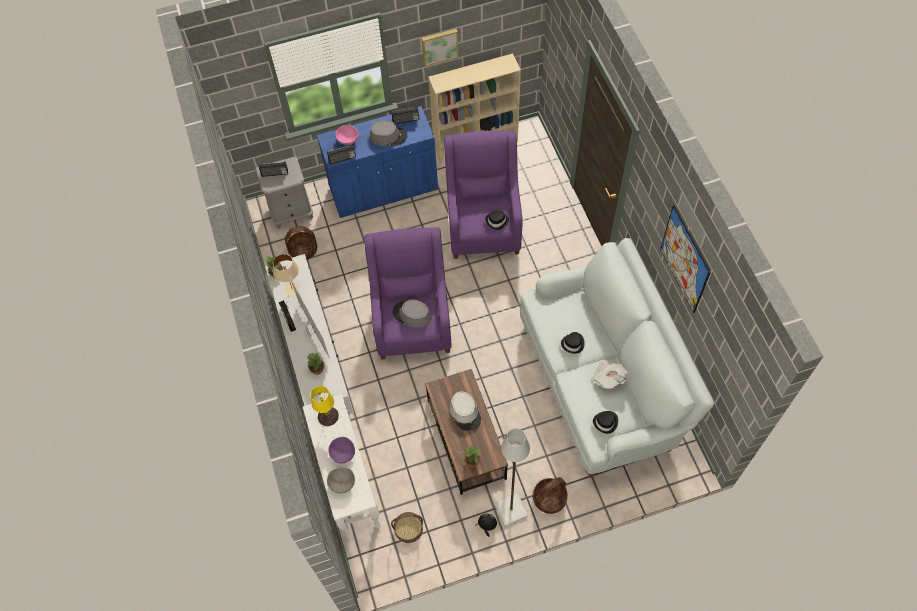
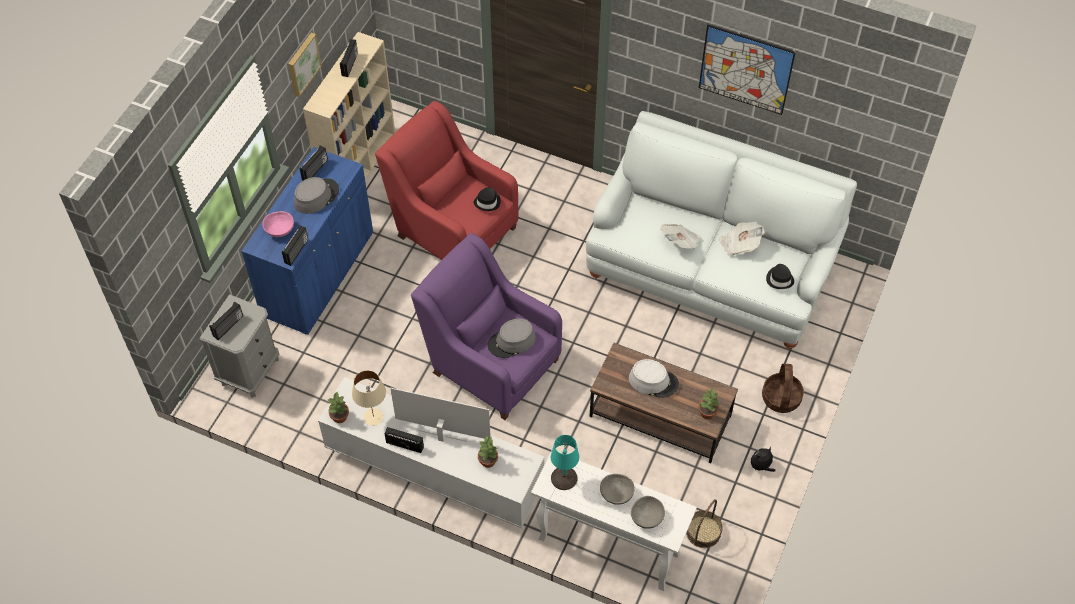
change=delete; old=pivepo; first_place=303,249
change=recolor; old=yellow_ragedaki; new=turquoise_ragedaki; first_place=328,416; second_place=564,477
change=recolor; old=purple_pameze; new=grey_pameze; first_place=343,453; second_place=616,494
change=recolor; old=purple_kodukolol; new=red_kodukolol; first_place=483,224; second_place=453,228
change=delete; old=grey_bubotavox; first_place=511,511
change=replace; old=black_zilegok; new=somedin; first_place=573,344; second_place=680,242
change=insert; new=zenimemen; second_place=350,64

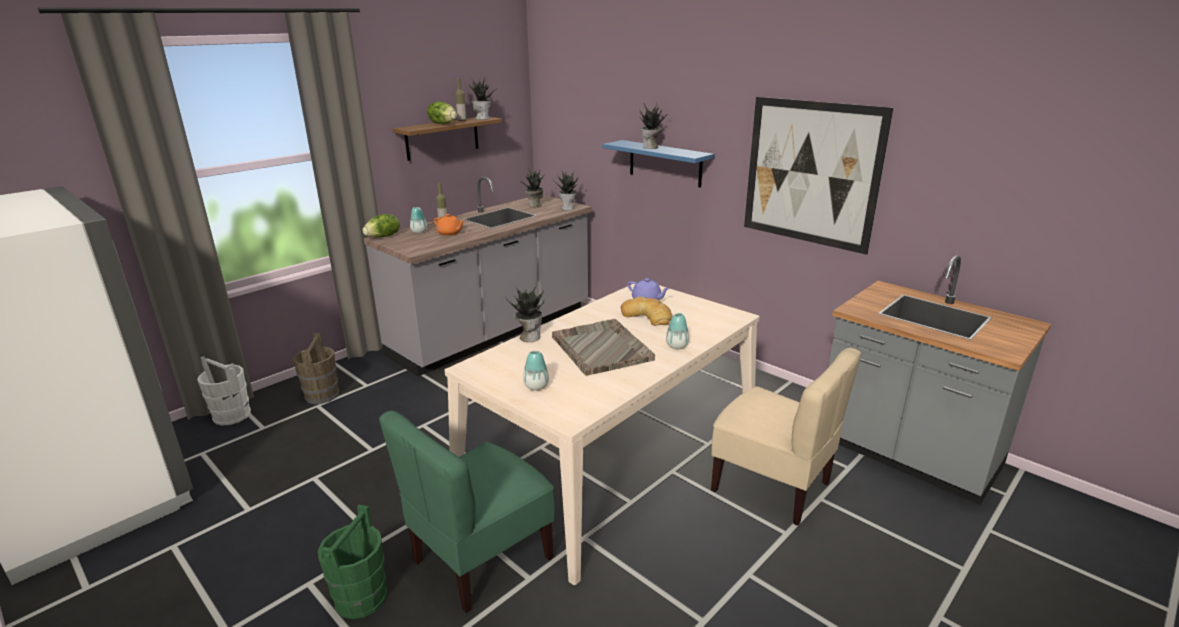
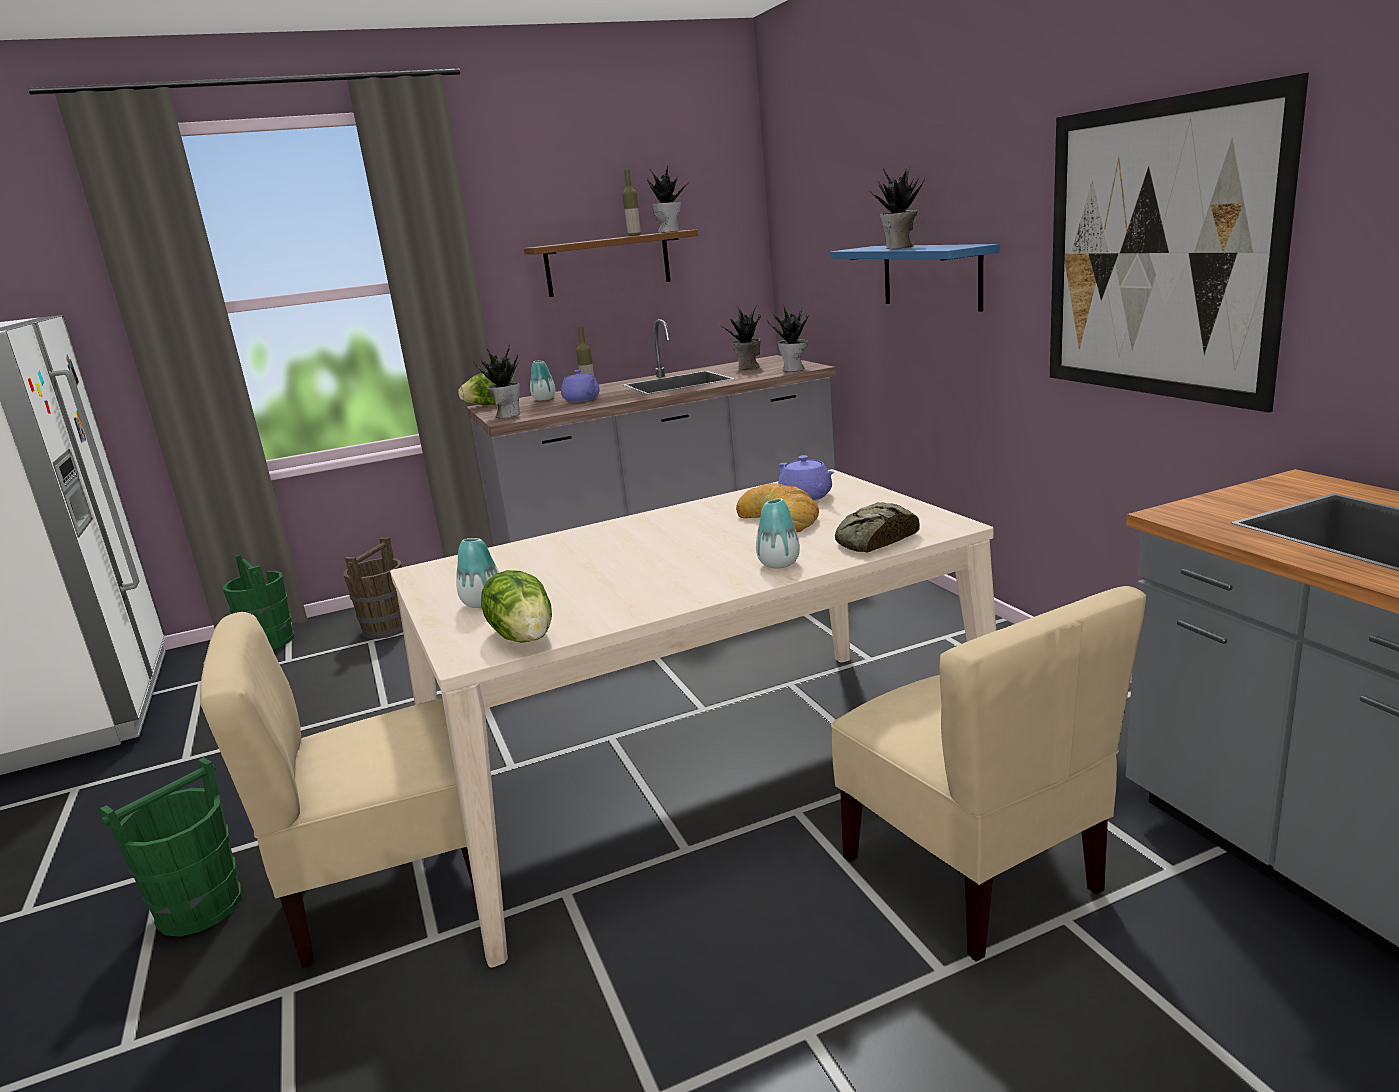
change=recolor; old=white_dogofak; new=green_dogofak; first_place=232,415; second_place=269,641
change=recolor; old=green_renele; new=beige_renele; first_place=481,559; second_place=392,890
change=move; old=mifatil; first_place=443,123; second_place=524,636
change=recolor; old=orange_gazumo; new=purple_gazumo; first_place=450,233; second_place=582,400
change=move; old=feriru; first_place=529,337; second_place=508,415
change=delete; old=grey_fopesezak; first_place=601,348
change=insert; new=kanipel; second_place=874,540

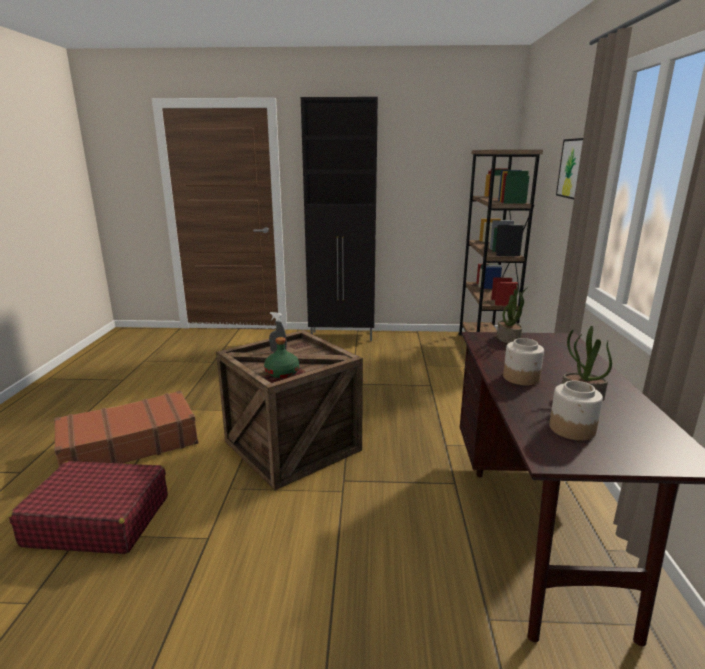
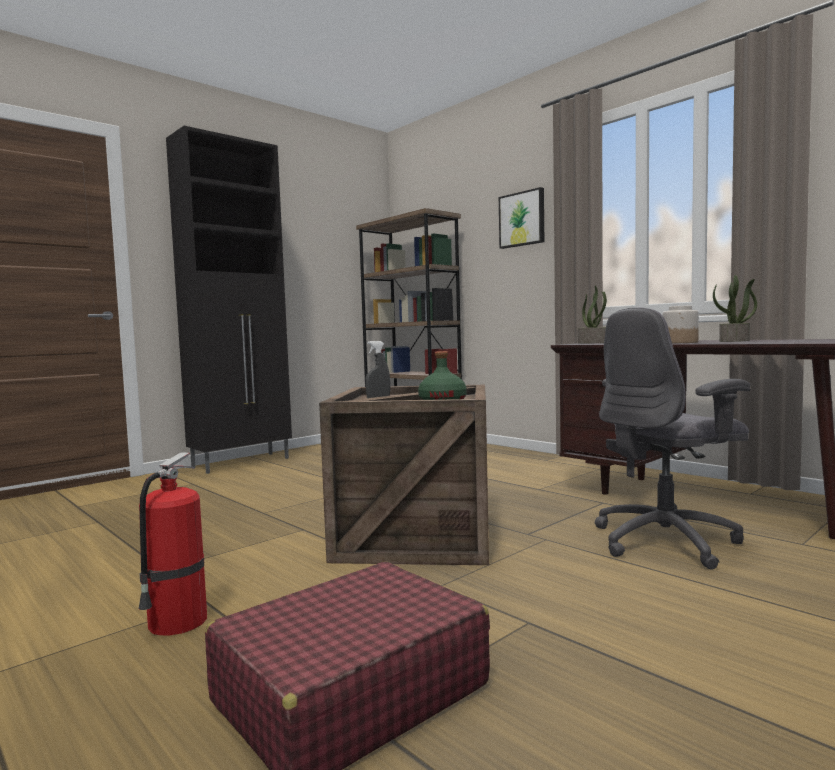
change=replace; old=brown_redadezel; new=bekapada; first_place=129,444; second_place=176,623
change=delete; old=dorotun; first_place=572,429
change=insert; new=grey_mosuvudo; second_place=667,542

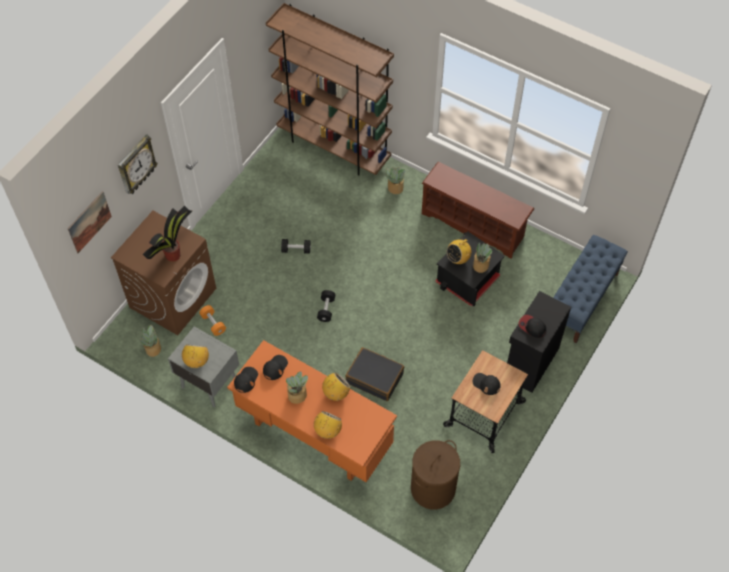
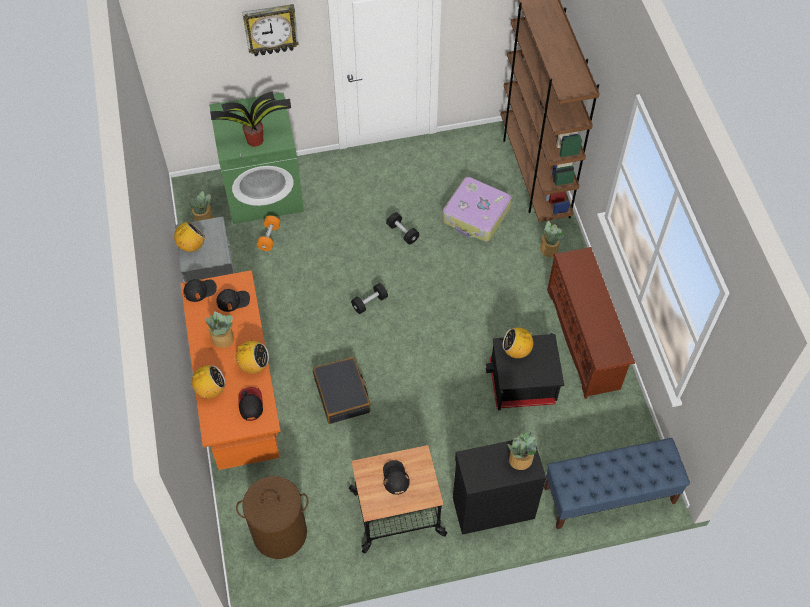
change=delete; old=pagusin; first_place=89,222
change=recolor; old=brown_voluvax; new=green_voluvax; first_place=173,297; second_place=264,191
change=move; old=feriru; first_place=480,266; second_place=520,459
change=move; old=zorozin; first_place=532,327; second_place=250,404
change=insert; new=redadezel; second_place=476,216

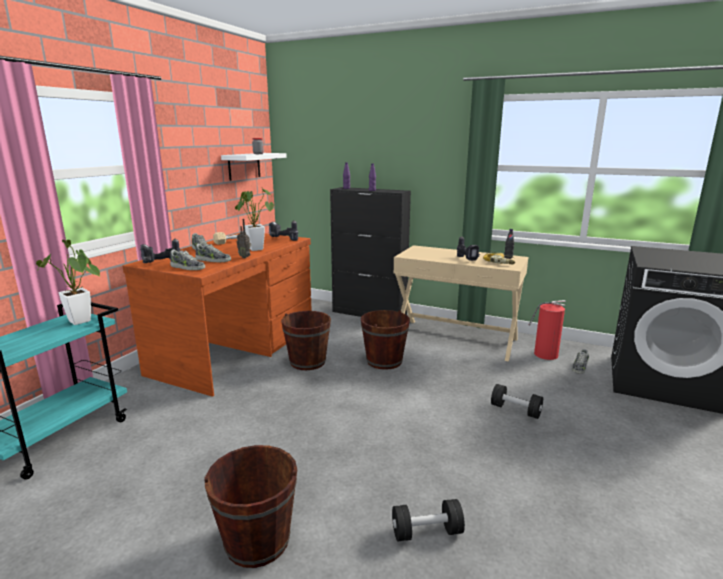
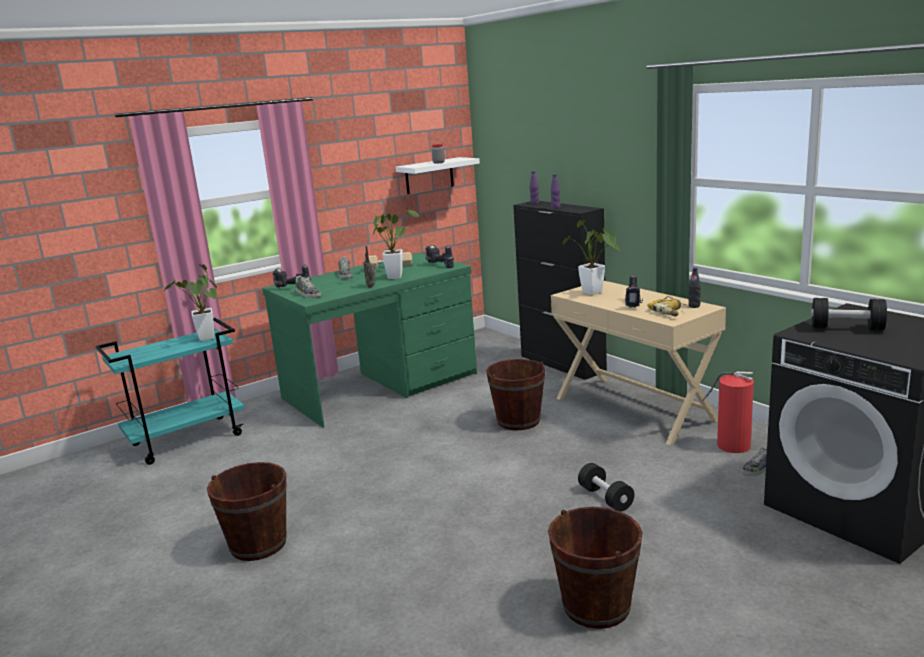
change=recolor; old=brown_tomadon; new=green_tomadon; first_place=236,350; second_place=382,386
change=delete; old=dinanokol; first_place=213,260
change=move; old=brown_dogofak; first_place=307,362; second_place=596,606
change=move; old=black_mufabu; first_place=426,532; second_place=846,328
change=insert; new=feriru; second_place=595,293

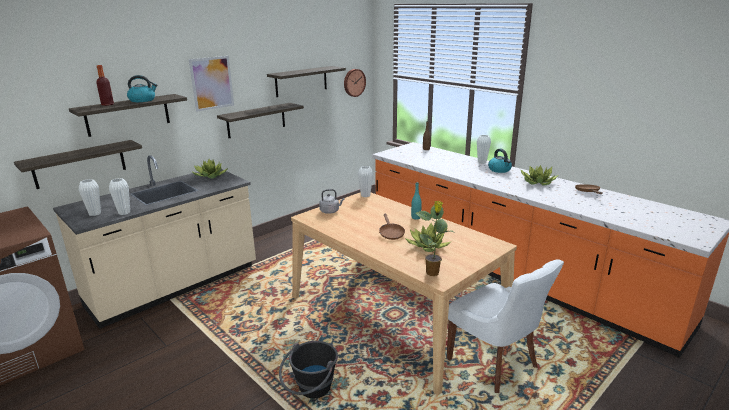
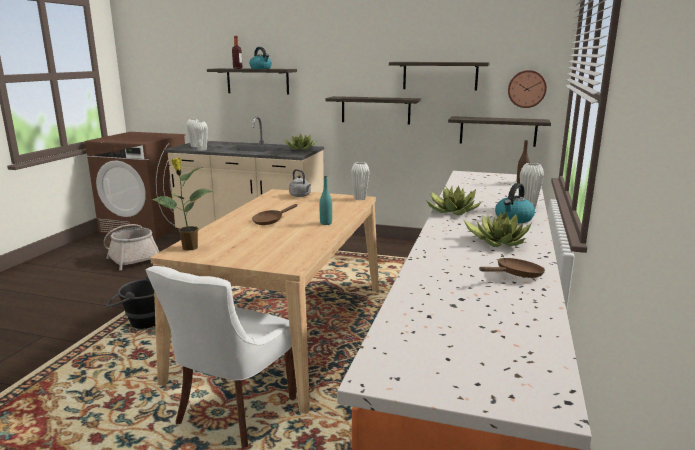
change=move; old=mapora; first_place=79,164; second_place=498,131
change=delete; old=pagusin; first_place=212,83
change=move; old=feriru; first_place=427,247; second_place=451,211
change=insert; new=pivepo; second_place=132,257

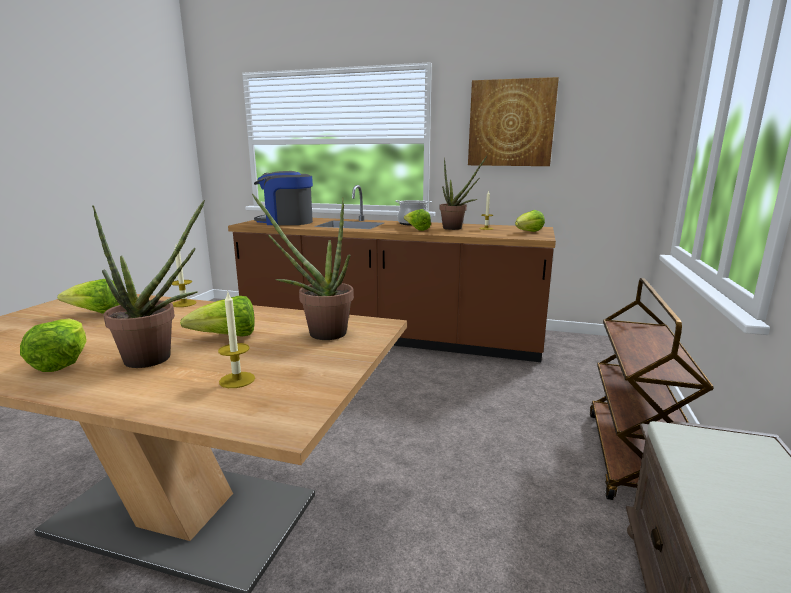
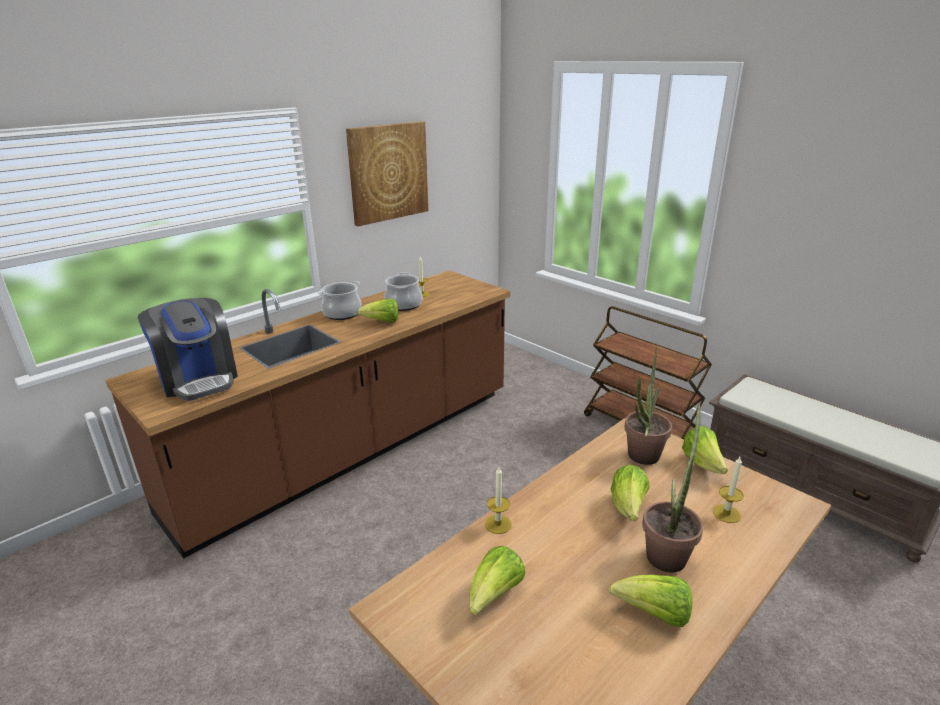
change=rotate; old=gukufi; first_place=286,222; second_place=199,379; degrees=-75
change=replace; old=feriru; new=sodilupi; first_place=456,228; second_place=404,305
change=move; old=mifatil; first_place=528,232; second_place=703,464

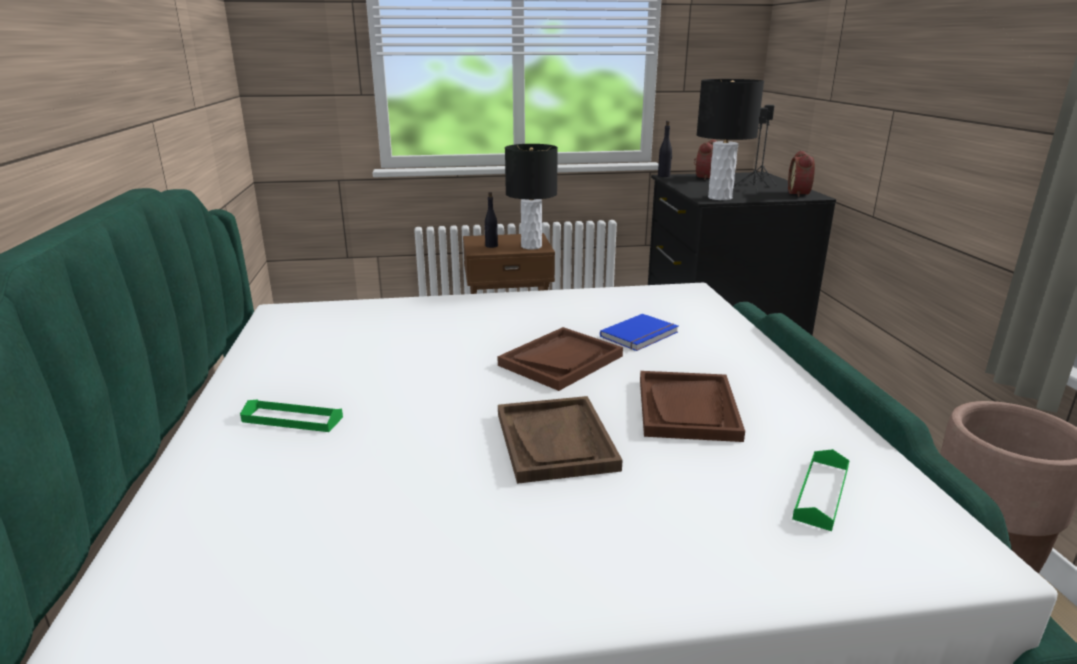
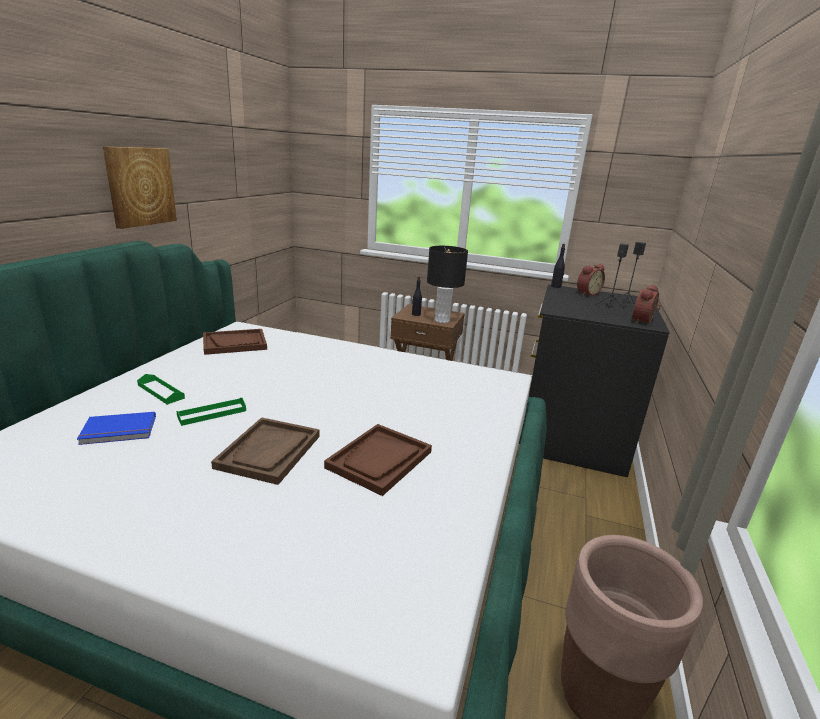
change=move; old=brown_fopesezak; first_place=561,360; second_place=235,343
change=move; old=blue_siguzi; first_place=641,335; second_place=119,431
change=delete; old=black_ragedaki; first_place=720,198
change=move; old=green_fopesezak; first_place=821,493; second_place=212,413
change=insert; new=pagusin; second_place=140,186

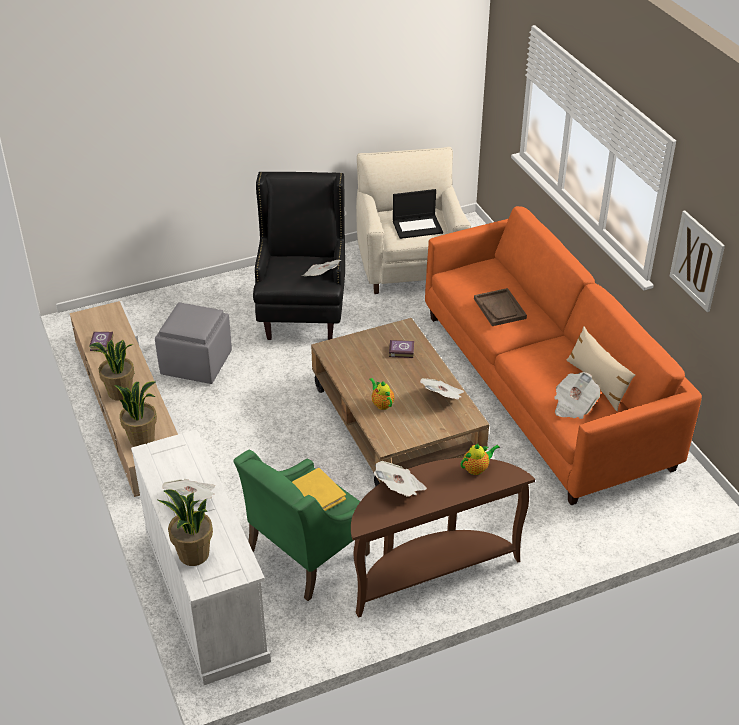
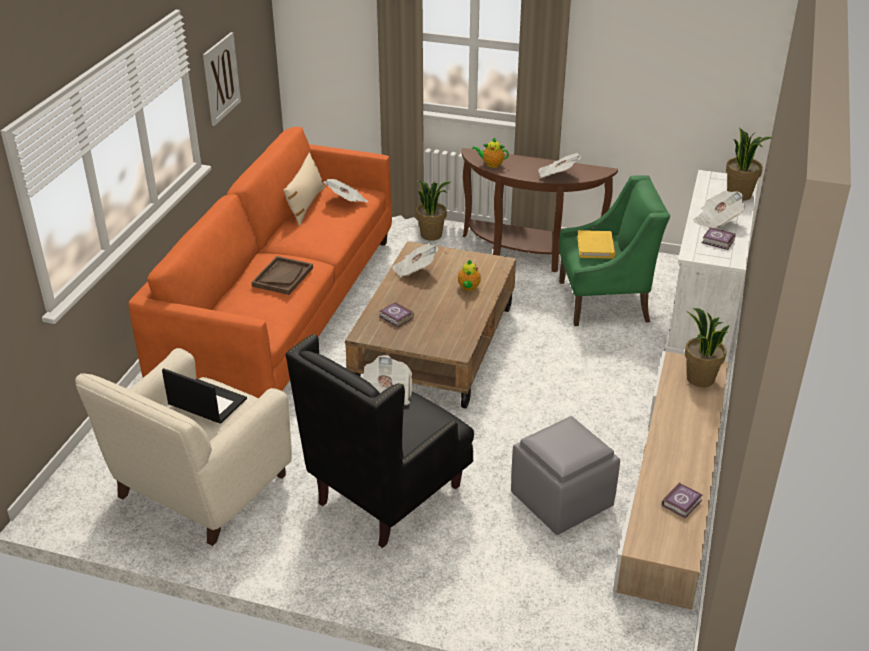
change=move; old=feriru; first_place=120,393; second_place=431,235
change=insert; new=siguzi; second_place=718,242

